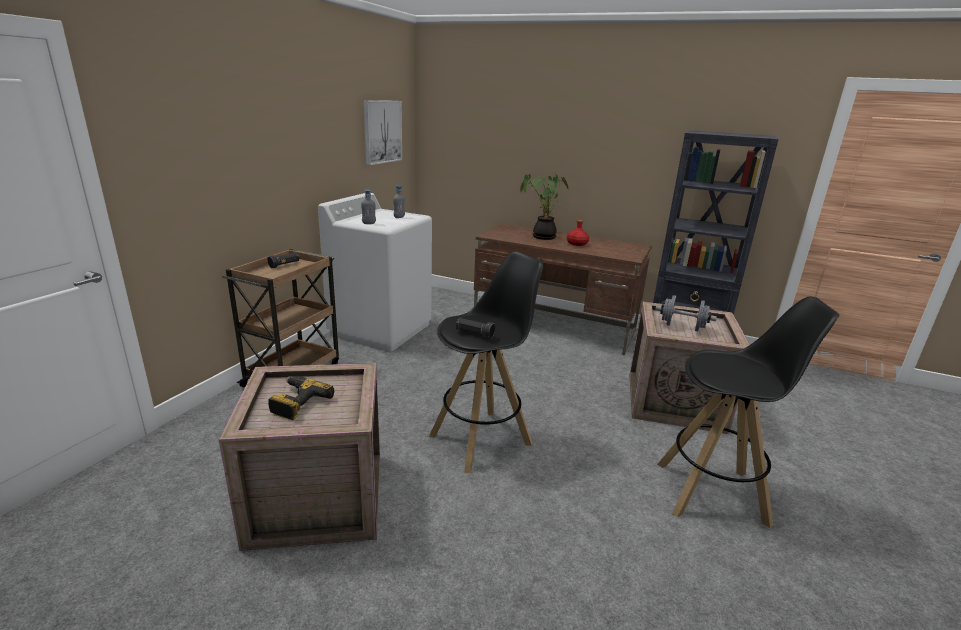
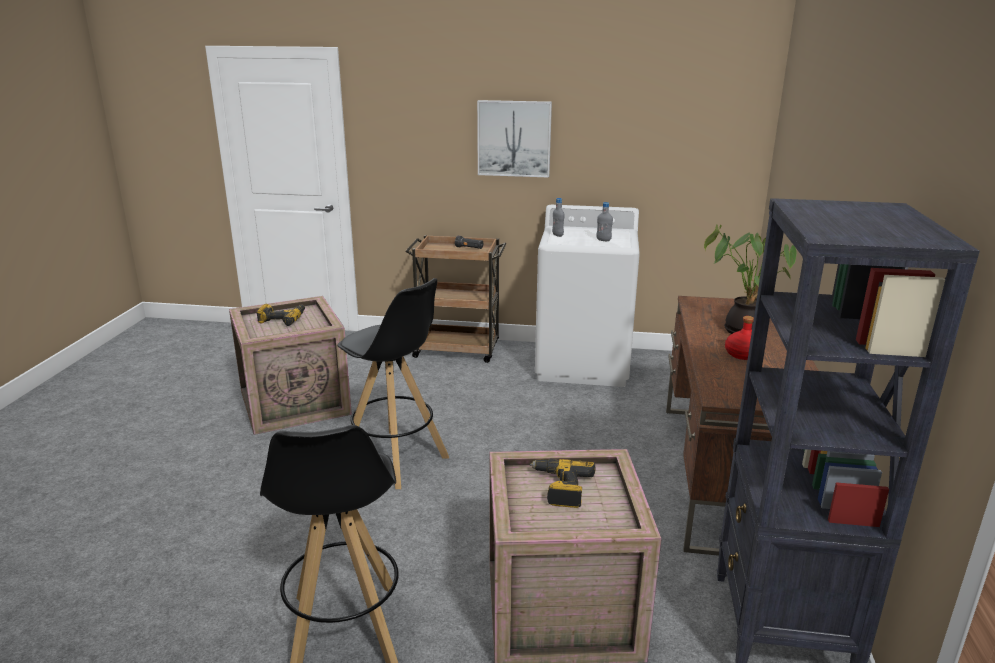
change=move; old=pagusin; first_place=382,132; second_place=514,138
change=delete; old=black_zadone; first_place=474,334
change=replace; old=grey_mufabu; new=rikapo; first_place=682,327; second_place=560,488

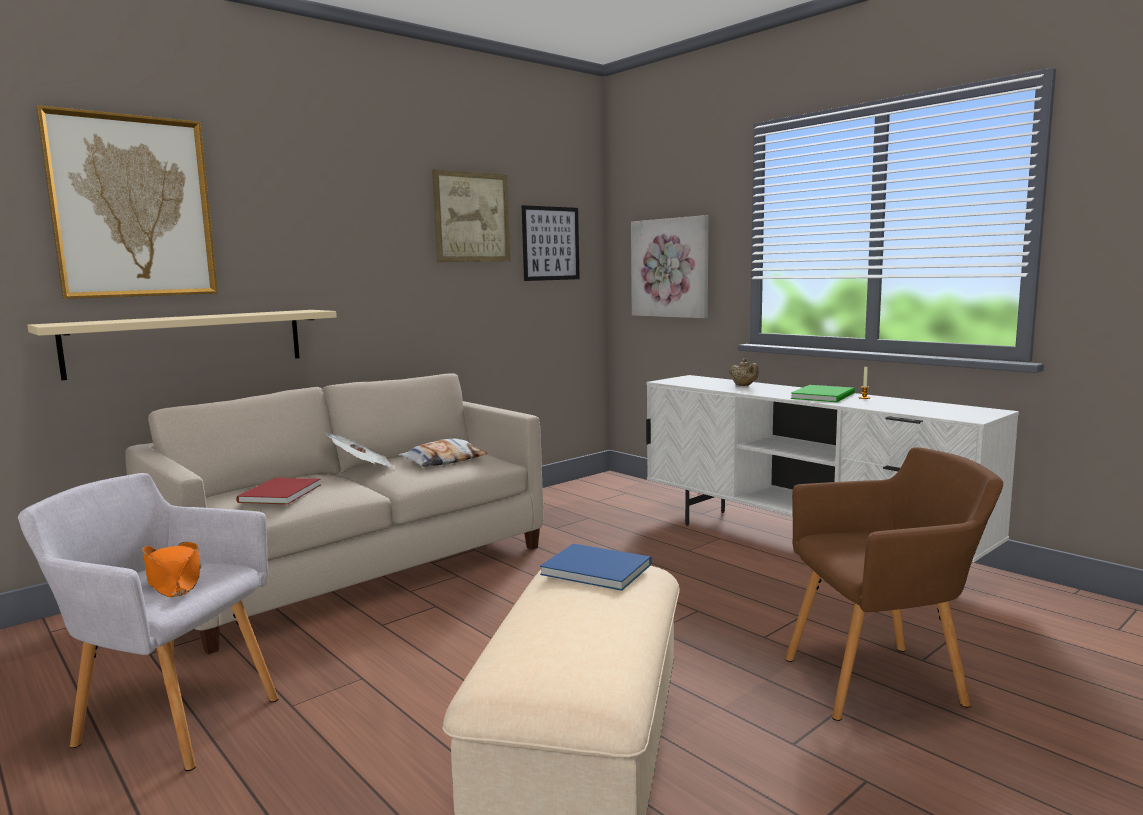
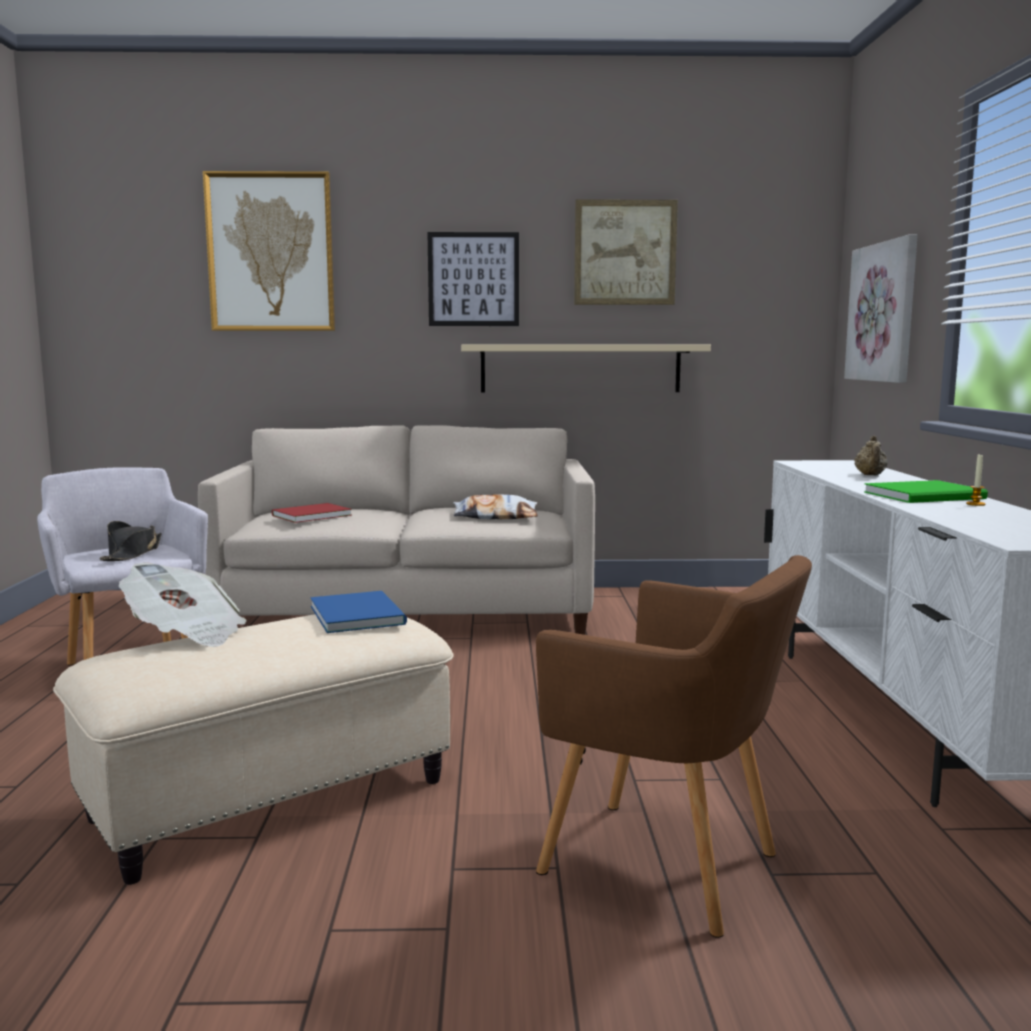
change=move; old=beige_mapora; first_place=188,342; second_place=580,368
change=recolor; old=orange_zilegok; new=black_zilegok; first_place=174,581; second_place=132,554
change=move; old=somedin; first_place=363,468; second_place=186,634
change=move; old=pagusin; first_place=550,243; second_place=473,279

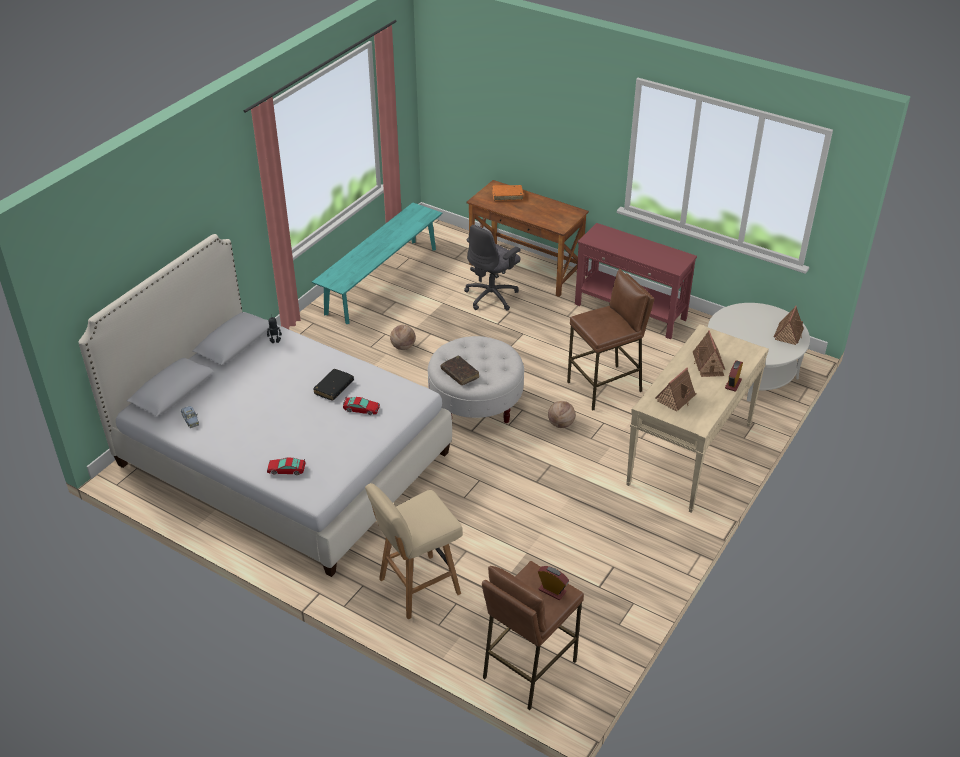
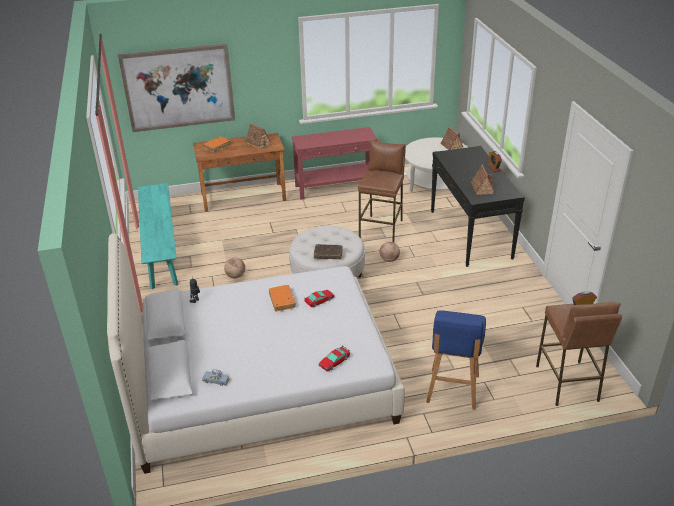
change=recolor; old=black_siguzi; new=orange_siguzi; first_place=334,388; second_place=282,301
change=recolor; old=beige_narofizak; new=blue_narofizak; first_place=417,587; second_place=452,390
change=delete; old=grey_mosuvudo; first_place=492,296
change=recolor; old=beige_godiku; new=black_godiku; first_place=690,454; second_place=470,234
change=move; old=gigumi; first_place=708,365; second_place=259,143
change=insert; new=pagusin; second_place=178,87

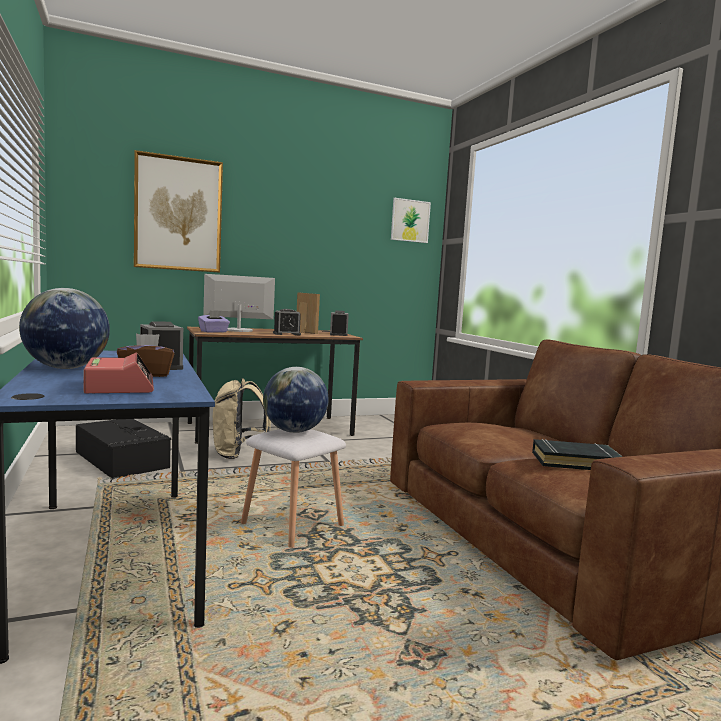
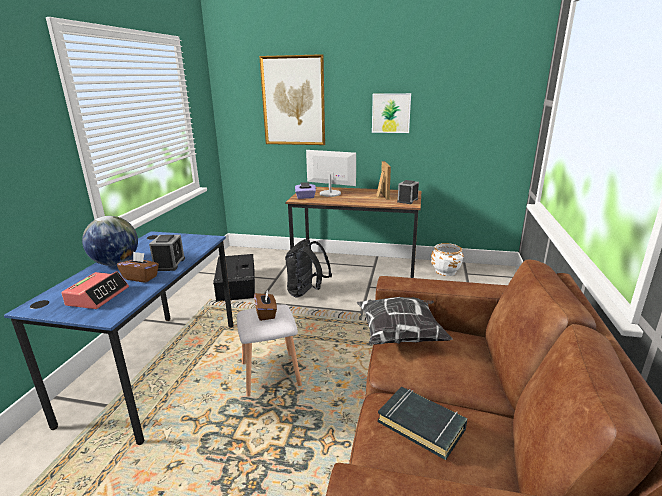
change=recolor; old=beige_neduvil; new=black_neduvil; first_place=238,454; second_place=306,292
change=replace; old=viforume; new=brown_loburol; first_place=294,431; second_place=266,313
change=delete; old=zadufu; first_place=286,334
change=move; old=pagusin; first_place=410,220; second_place=391,113
change=insert; new=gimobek; second_place=401,334
change=insert; new=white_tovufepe; second_place=445,271

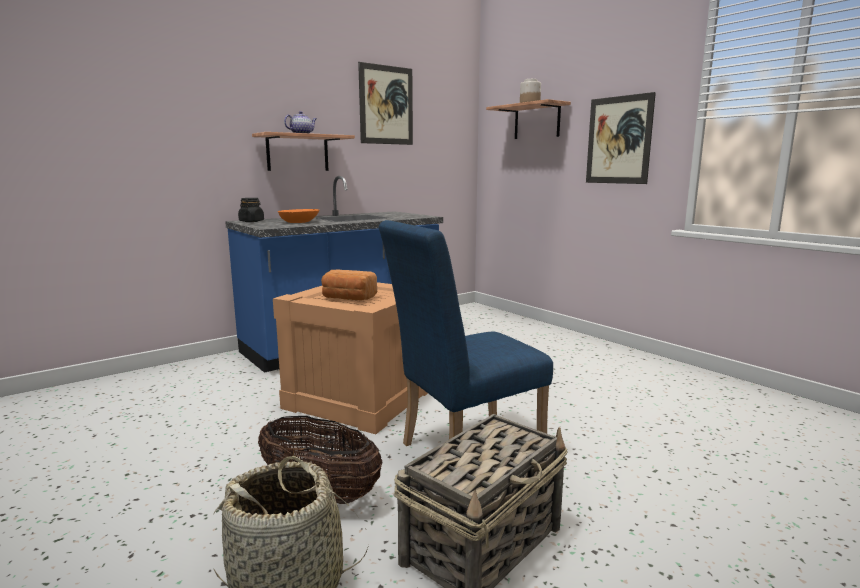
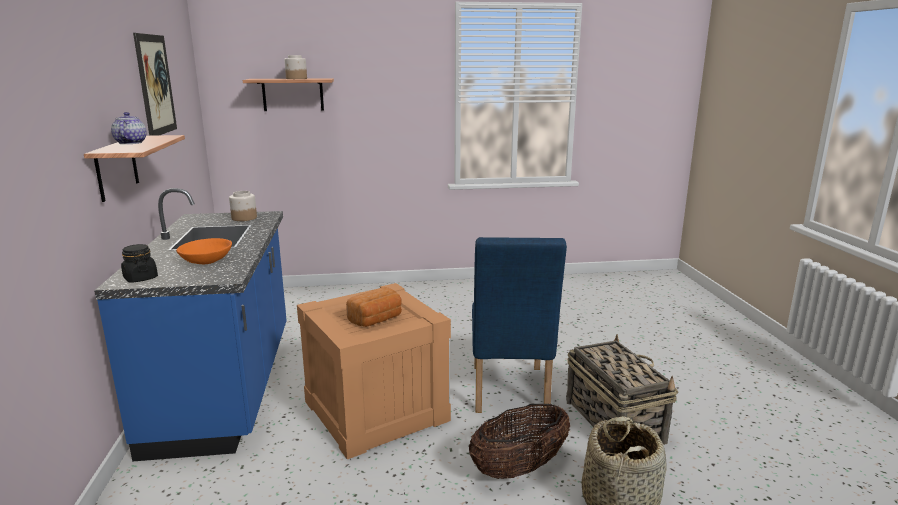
change=delete; old=pagusin; first_place=618,140
change=insert; new=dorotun; second_place=244,218

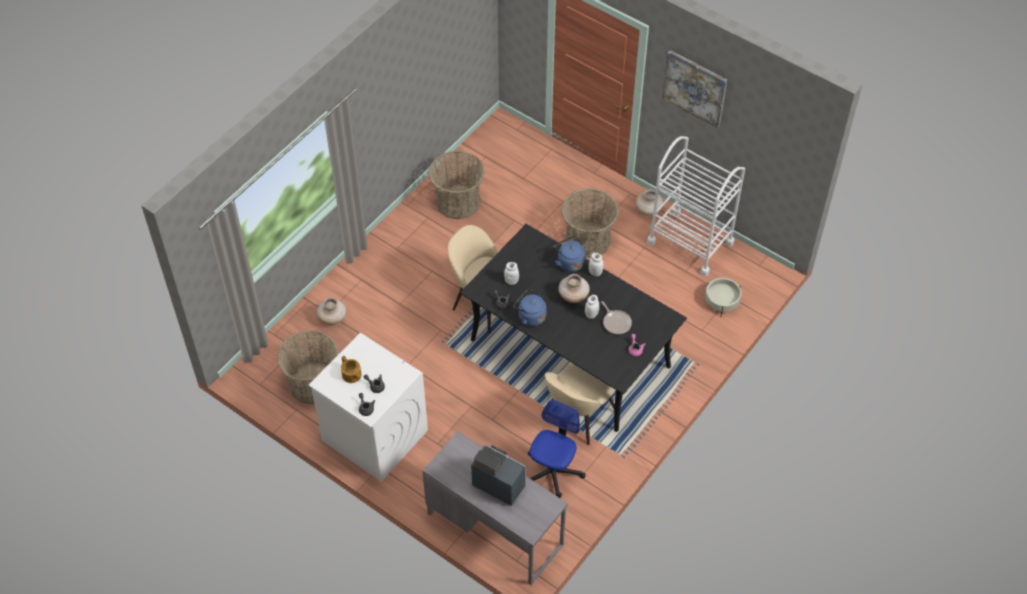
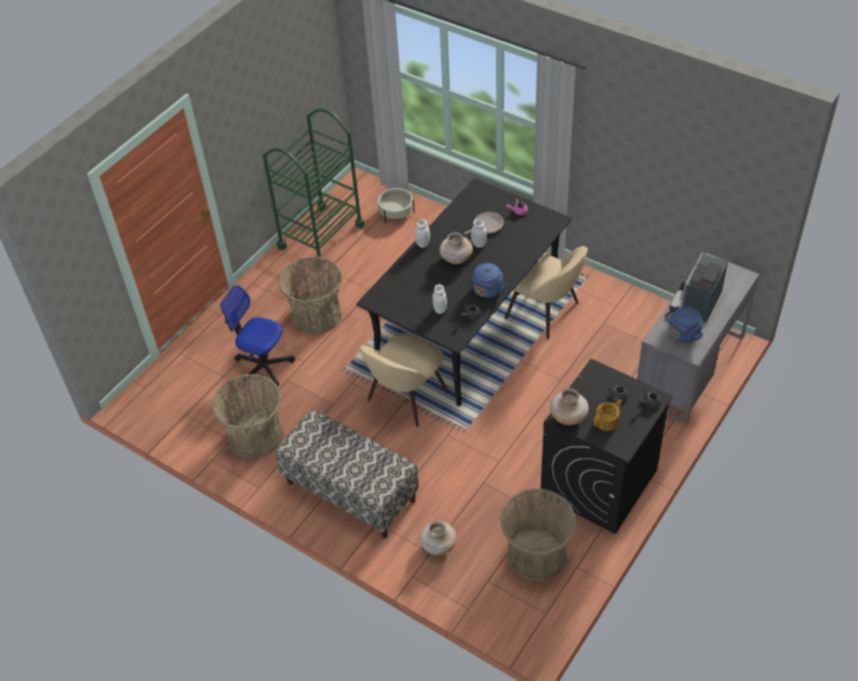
change=recolor; old=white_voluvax; new=black_voluvax; first_place=374,435; second_place=599,483
change=move; old=mosuvudo; first_place=553,471; second_place=263,367
change=move; old=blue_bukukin; first_place=569,262; second_place=682,335
change=move; old=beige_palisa; first_place=648,210; second_place=568,417
change=recolor; old=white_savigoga; new=green_savigoga; first_place=690,242; second_place=321,236
change=delete; old=pagusin; first_place=695,88
change=insert; new=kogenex; second_place=350,492

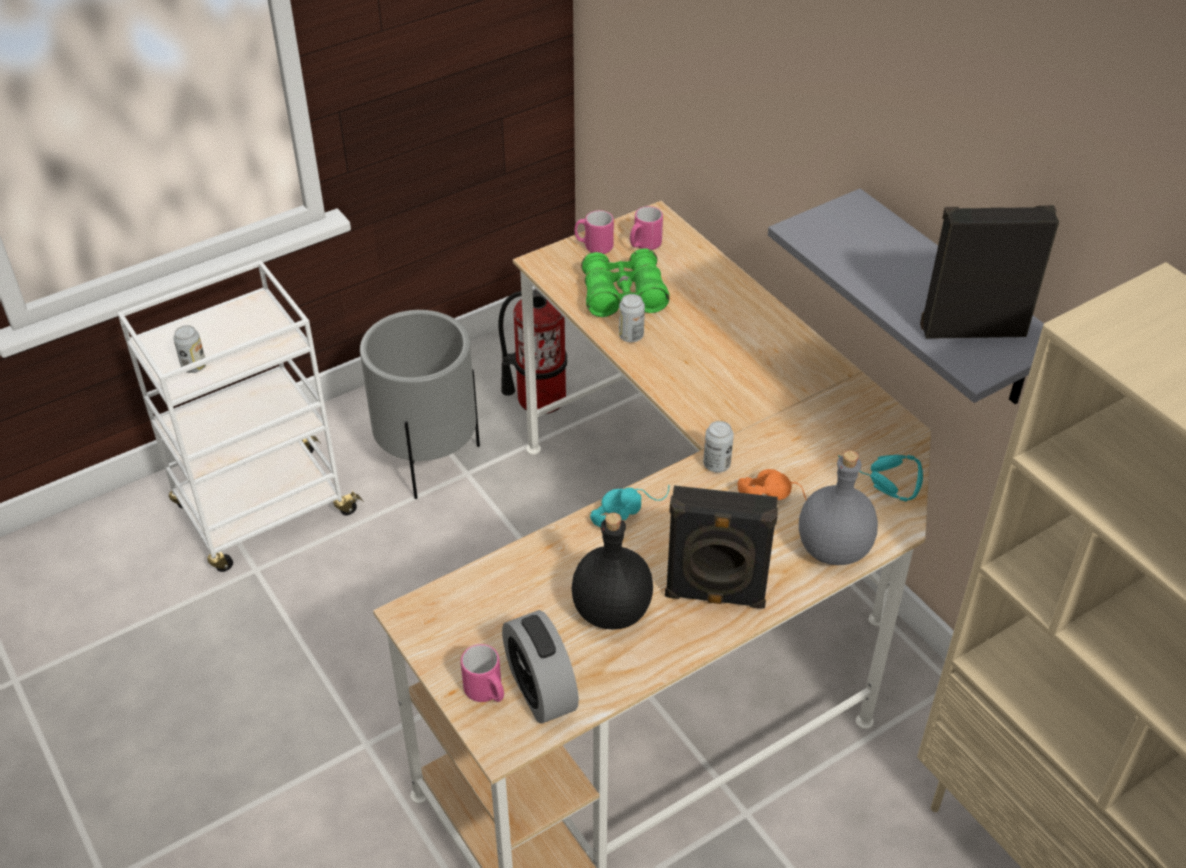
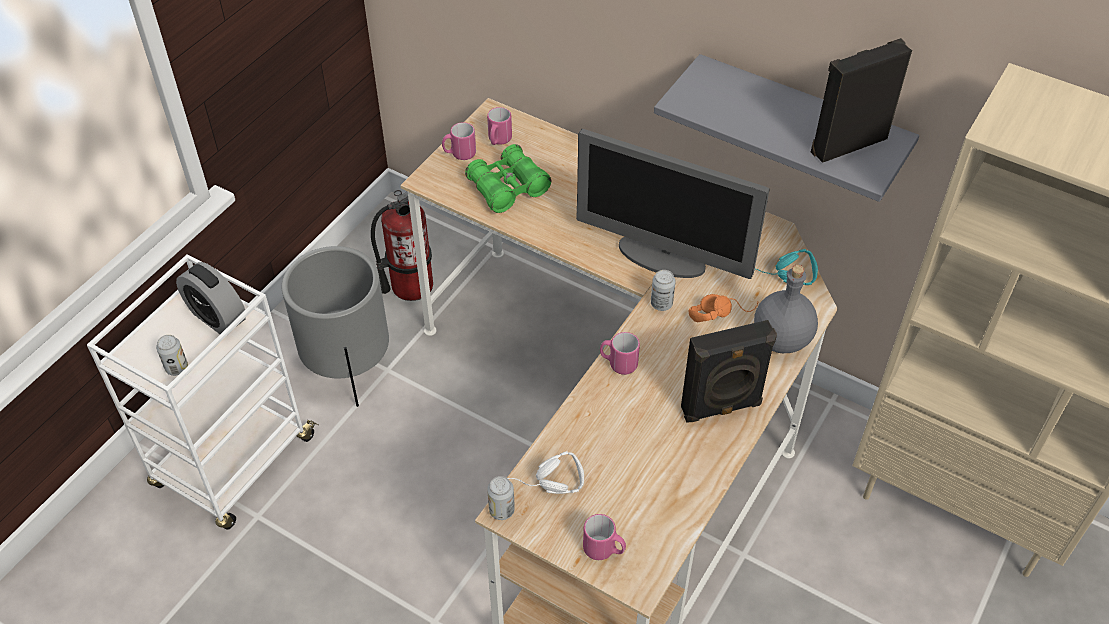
change=move; old=zadufu; first_place=540,690; second_place=217,317
change=delete; old=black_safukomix; first_place=611,612
change=replace; old=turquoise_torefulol; new=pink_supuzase; first_place=627,509; second_place=618,364
change=move; old=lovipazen; first_place=631,336; second_place=501,510
change=insert; new=white_torefulol; second_place=545,487
change=insert; new=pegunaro; second_place=662,257

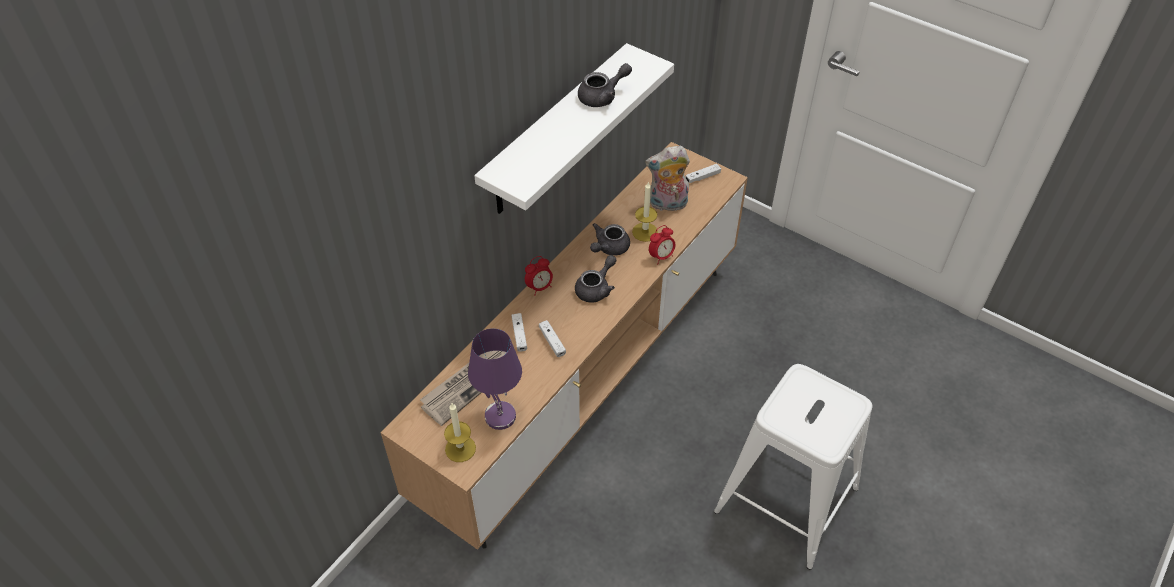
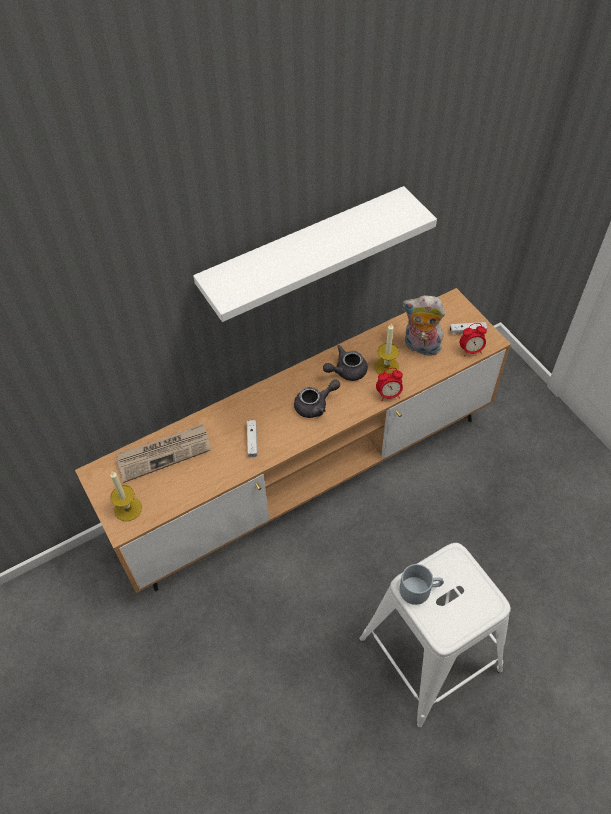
change=delete; old=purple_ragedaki; first_place=499,416
change=delete; old=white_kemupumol; first_place=519,335
change=move; old=zadufu; first_place=539,287; second_place=471,350
change=delete; old=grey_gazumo; first_place=602,96
change=insert; new=grey_supuzase; second_place=420,589

